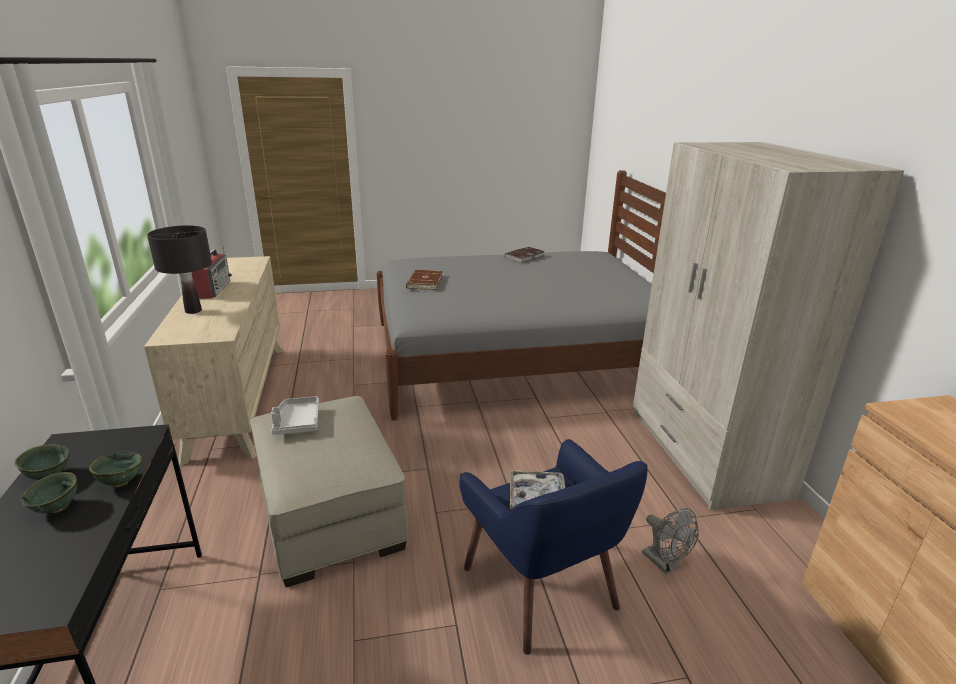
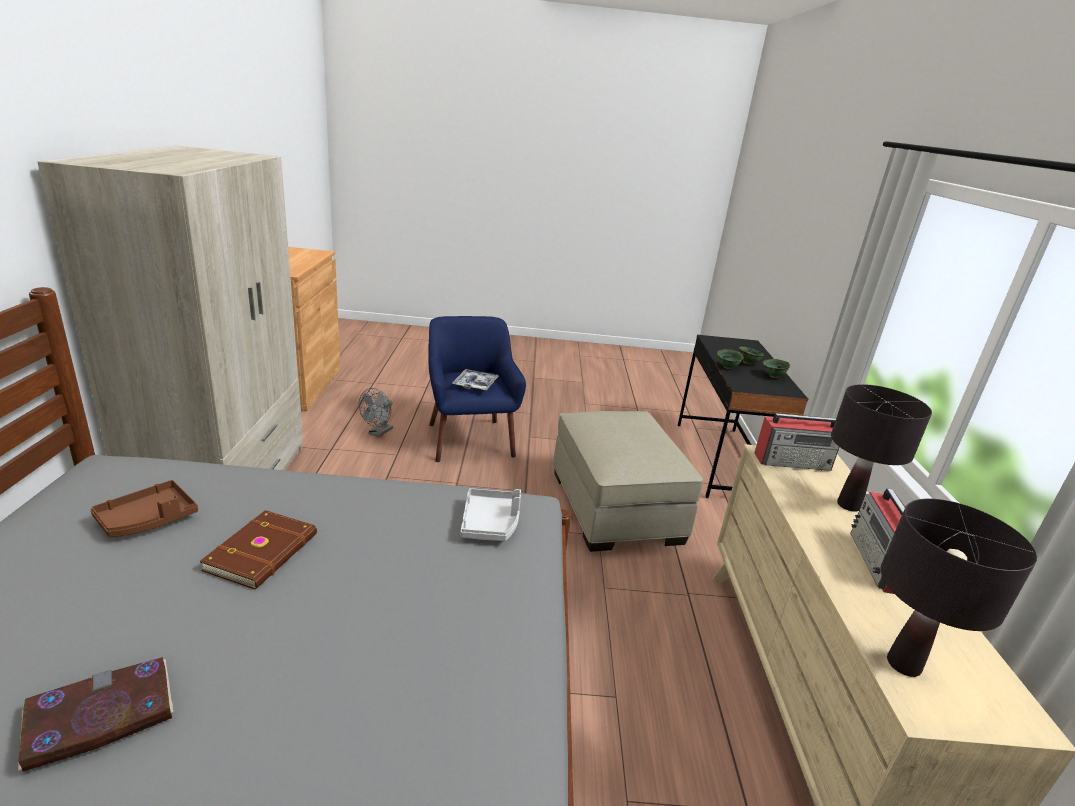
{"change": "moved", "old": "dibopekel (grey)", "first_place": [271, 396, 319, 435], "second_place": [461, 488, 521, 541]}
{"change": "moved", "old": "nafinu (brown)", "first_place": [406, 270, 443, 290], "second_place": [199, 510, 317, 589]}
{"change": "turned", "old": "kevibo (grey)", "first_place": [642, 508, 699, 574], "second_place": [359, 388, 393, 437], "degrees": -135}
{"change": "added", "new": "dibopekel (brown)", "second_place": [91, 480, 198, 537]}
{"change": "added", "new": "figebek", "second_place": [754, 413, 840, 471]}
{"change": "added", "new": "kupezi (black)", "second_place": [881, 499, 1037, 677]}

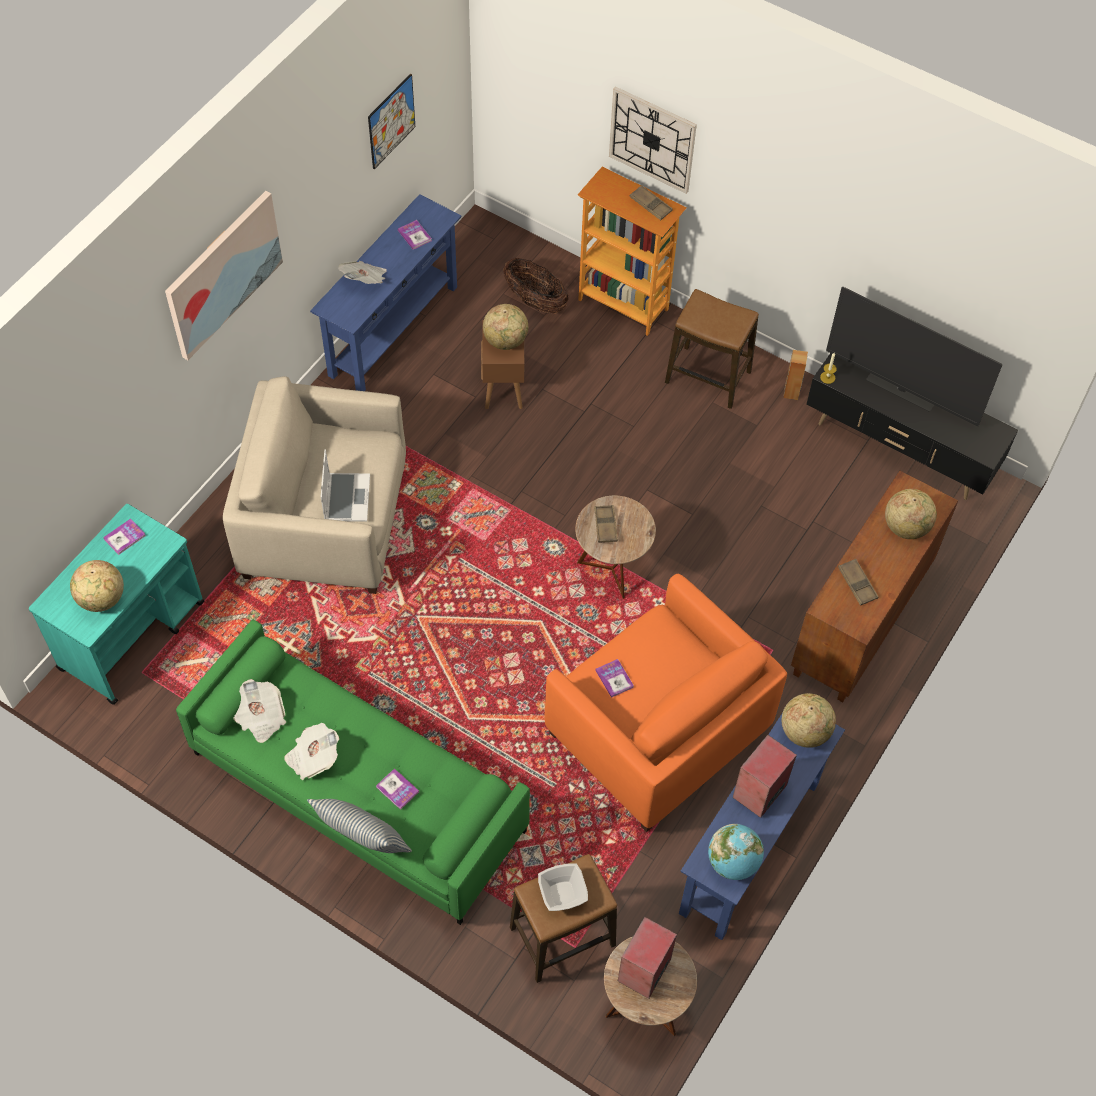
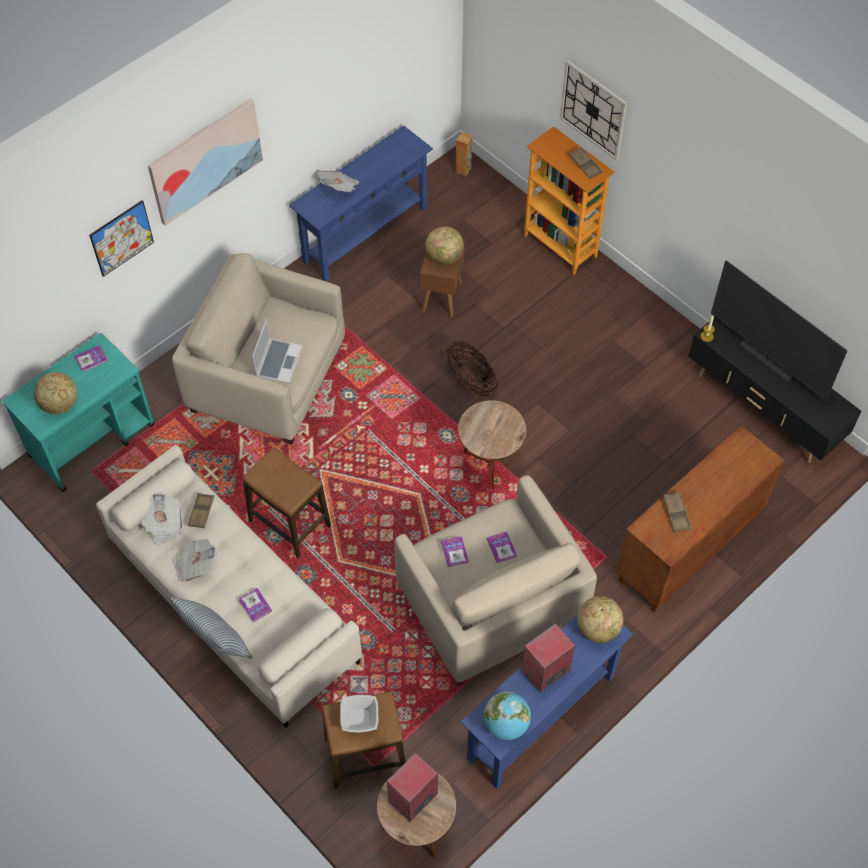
{"change": "recoloured", "old": "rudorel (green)", "new": "rudorel (beige)", "first_place": [176, 619, 530, 925], "second_place": [96, 445, 362, 727]}
{"change": "moved", "old": "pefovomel", "first_place": [368, 74, 415, 169], "second_place": [89, 200, 154, 277]}
{"change": "moved", "old": "nafinu", "first_place": [398, 220, 432, 250], "second_place": [487, 531, 517, 563]}
{"change": "moved", "old": "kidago", "first_place": [503, 258, 569, 314], "second_place": [447, 341, 498, 398]}
{"change": "recoloured", "old": "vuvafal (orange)", "new": "vuvafal (beige)", "first_place": [545, 574, 787, 832], "second_place": [395, 475, 597, 685]}
{"change": "moved", "old": "dibopekel (brown)", "first_place": [594, 505, 618, 543], "second_place": [188, 493, 214, 528]}
{"change": "moved", "old": "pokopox", "first_place": [665, 289, 759, 409], "second_place": [243, 447, 331, 559]}
{"change": "moved", "old": "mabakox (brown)", "first_place": [783, 350, 808, 400], "second_place": [456, 132, 472, 176]}
{"change": "removed", "old": "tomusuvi", "first_place": [885, 489, 937, 539]}

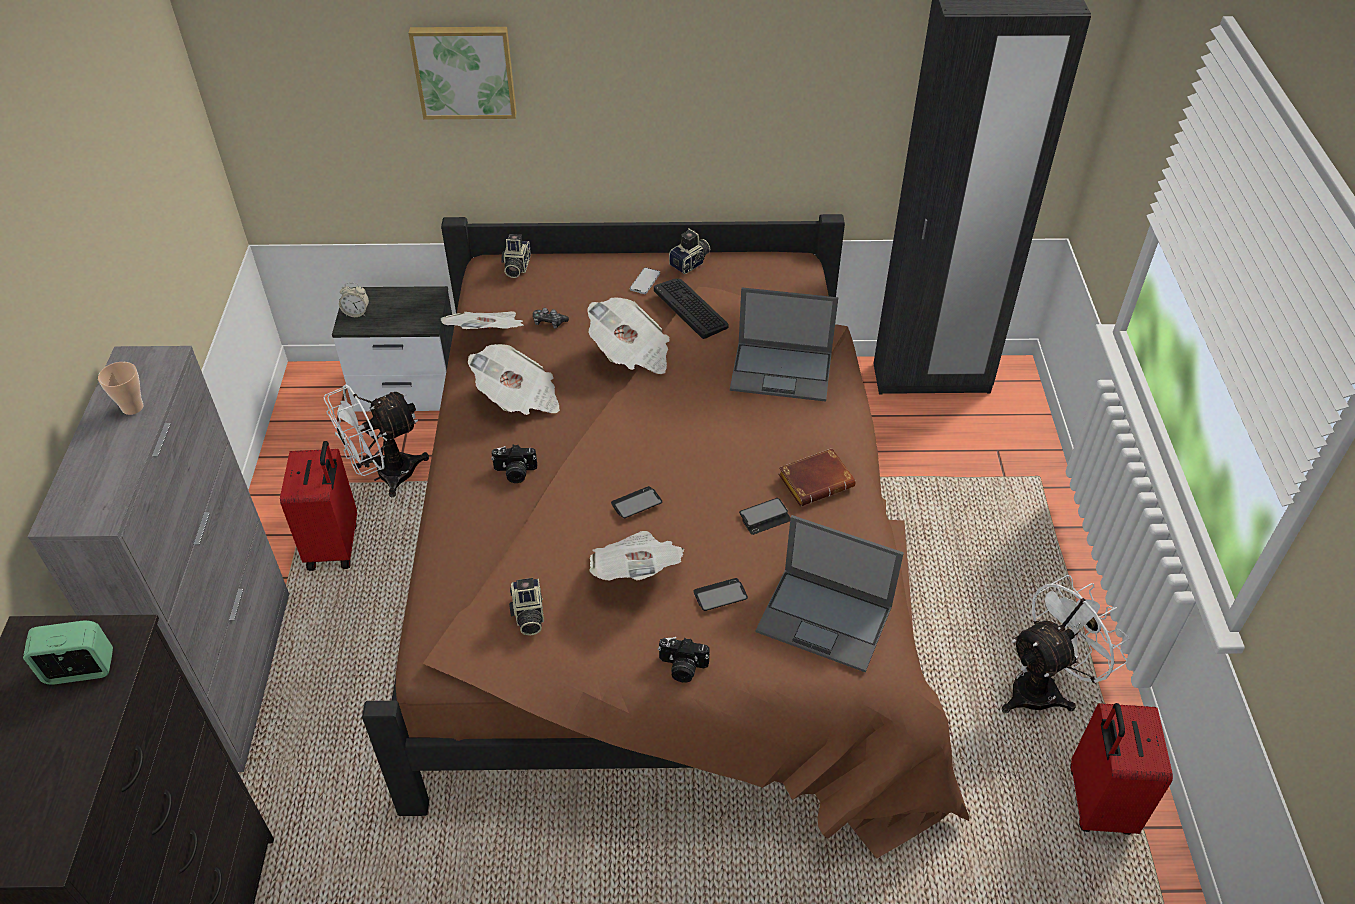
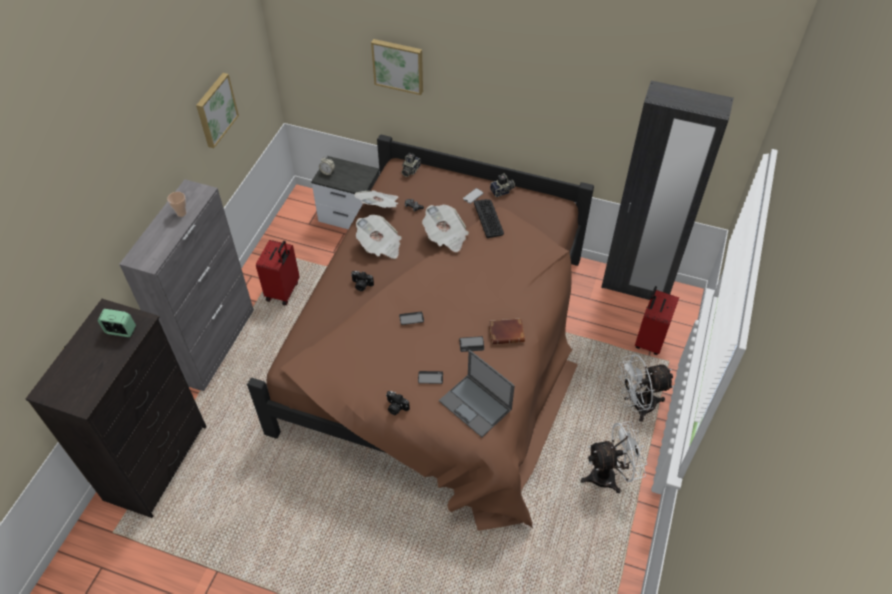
{"change": "moved", "old": "kevibo (white)", "first_place": [323, 384, 429, 497], "second_place": [618, 354, 674, 422]}
{"change": "removed", "old": "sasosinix", "first_place": [509, 578, 544, 636]}
{"change": "removed", "old": "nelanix", "first_place": [589, 531, 685, 581]}
{"change": "removed", "old": "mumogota", "first_place": [730, 287, 838, 401]}
{"change": "moved", "old": "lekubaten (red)", "first_place": [1070, 703, 1173, 835], "second_place": [635, 286, 679, 355]}
{"change": "added", "new": "pefovomel", "second_place": [196, 73, 239, 148]}

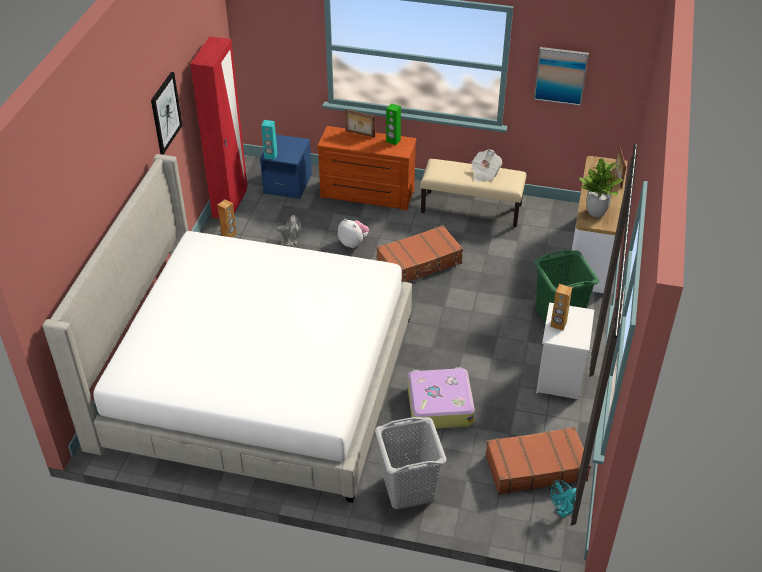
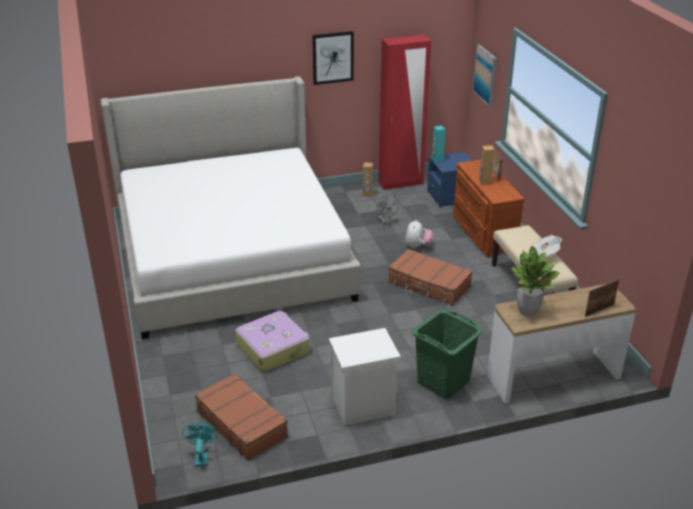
{"change": "removed", "old": "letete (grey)", "first_place": [375, 417, 447, 509]}
{"change": "removed", "old": "mabakox (green)", "first_place": [386, 103, 401, 145]}
{"change": "moved", "old": "pefovomel", "first_place": [534, 47, 589, 106], "second_place": [473, 44, 497, 106]}
{"change": "moved", "old": "mabakox (brown)", "first_place": [550, 284, 572, 331], "second_place": [479, 145, 494, 185]}
{"change": "turned", "old": "kevibo (turquoise)", "first_place": [551, 480, 577, 518], "second_place": [182, 422, 218, 467], "degrees": 60}

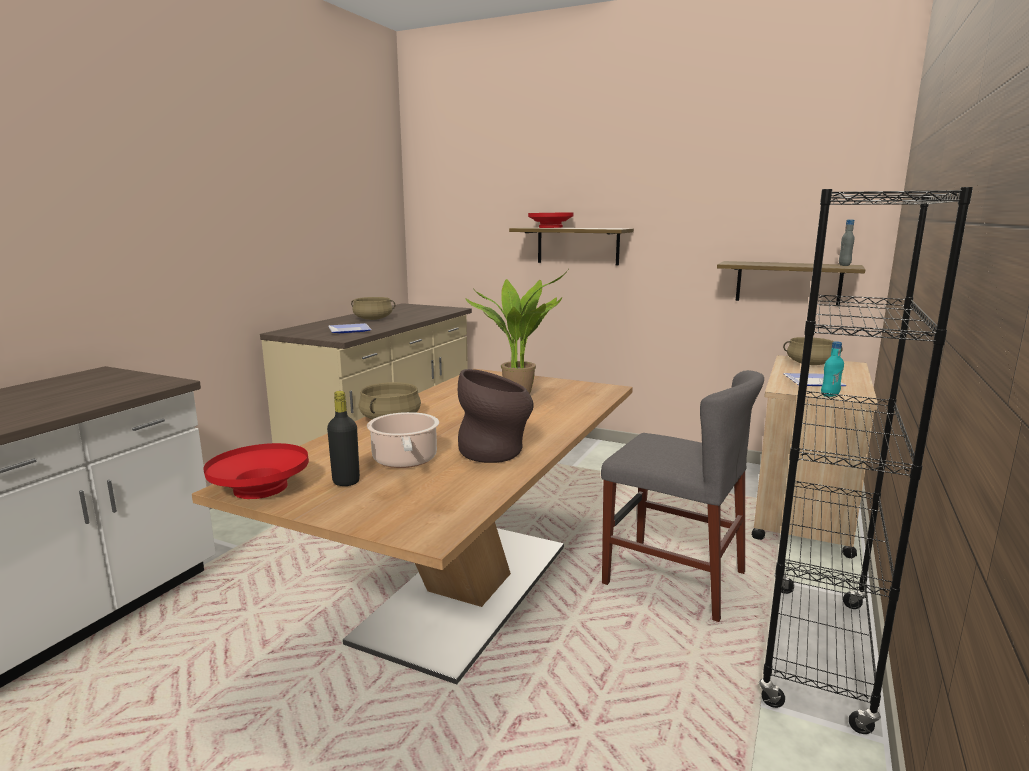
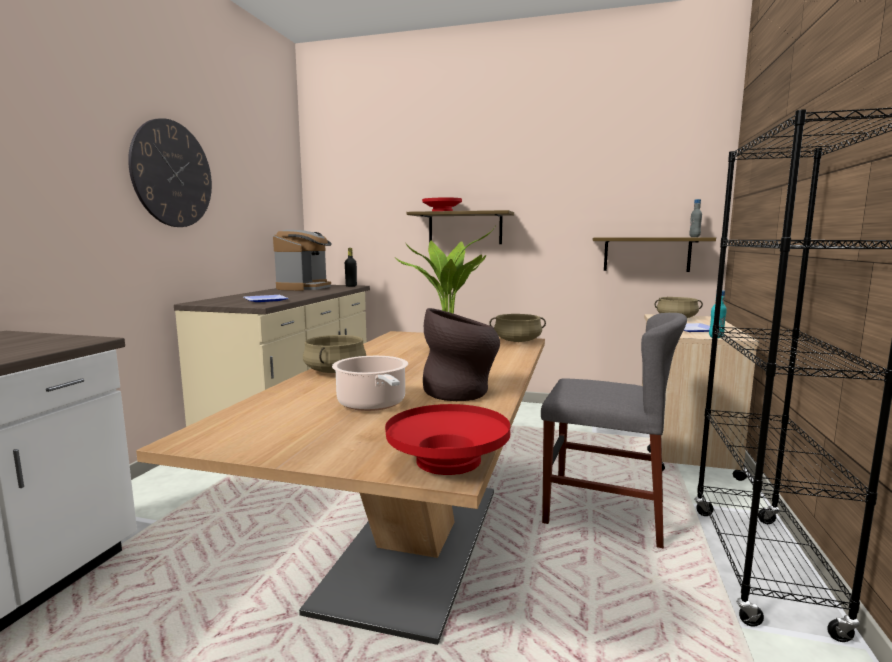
{"change": "moved", "old": "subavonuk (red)", "first_place": [203, 443, 309, 499], "second_place": [385, 404, 510, 475]}
{"change": "moved", "old": "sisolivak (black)", "first_place": [327, 391, 360, 486], "second_place": [345, 248, 357, 287]}
{"change": "moved", "old": "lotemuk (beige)", "first_place": [351, 297, 395, 320], "second_place": [489, 314, 546, 342]}
{"change": "added", "new": "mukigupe", "second_place": [128, 118, 212, 227]}
{"change": "added", "new": "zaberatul", "second_place": [273, 230, 332, 291]}

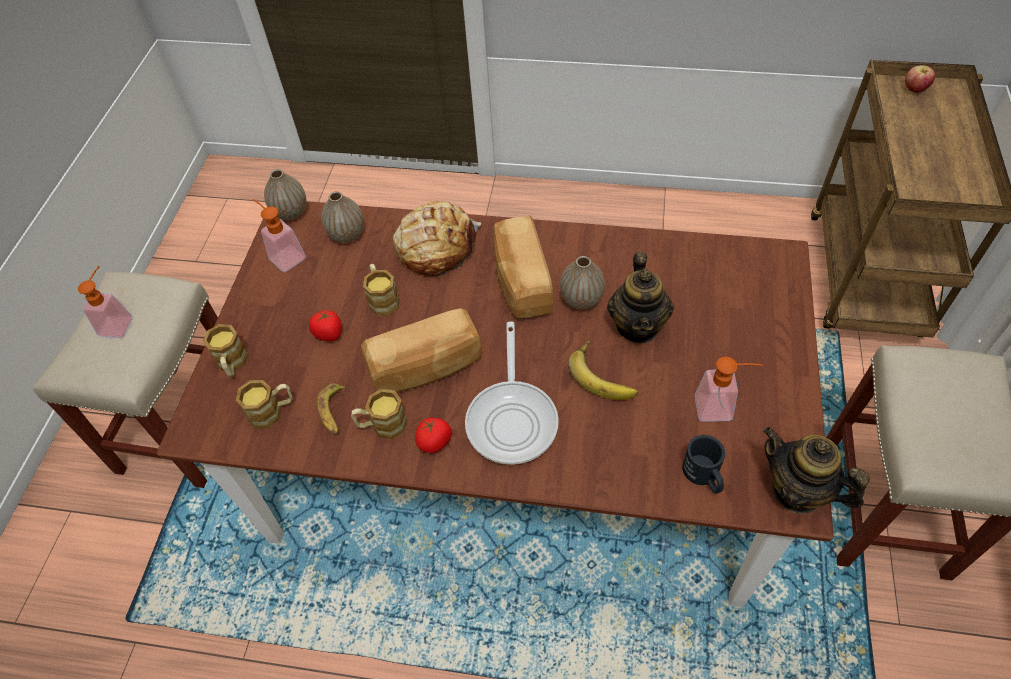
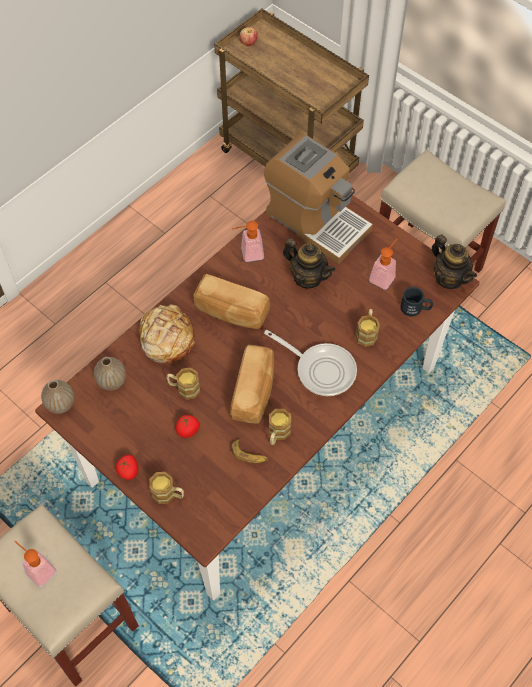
{"change": "moved", "old": "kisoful", "first_place": [236, 380, 293, 429], "second_place": [356, 309, 380, 347]}
{"change": "moved", "old": "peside", "first_place": [253, 199, 306, 272], "second_place": [232, 221, 264, 262]}
{"change": "moved", "old": "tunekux", "first_place": [415, 418, 452, 453], "second_place": [116, 455, 138, 480]}
{"change": "removed", "old": "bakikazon", "first_place": [560, 256, 605, 309]}
{"change": "removed", "old": "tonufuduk", "first_place": [568, 340, 638, 400]}
{"change": "turned", "old": "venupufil", "first_place": [763, 427, 870, 514], "second_place": [432, 235, 477, 289], "degrees": -105}
{"change": "added", "new": "zaberatul", "second_place": [264, 134, 373, 264]}

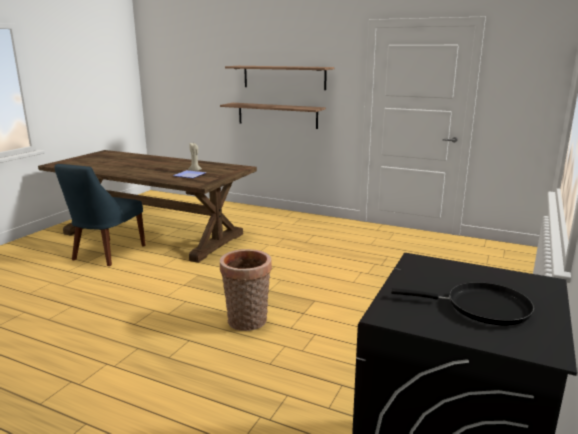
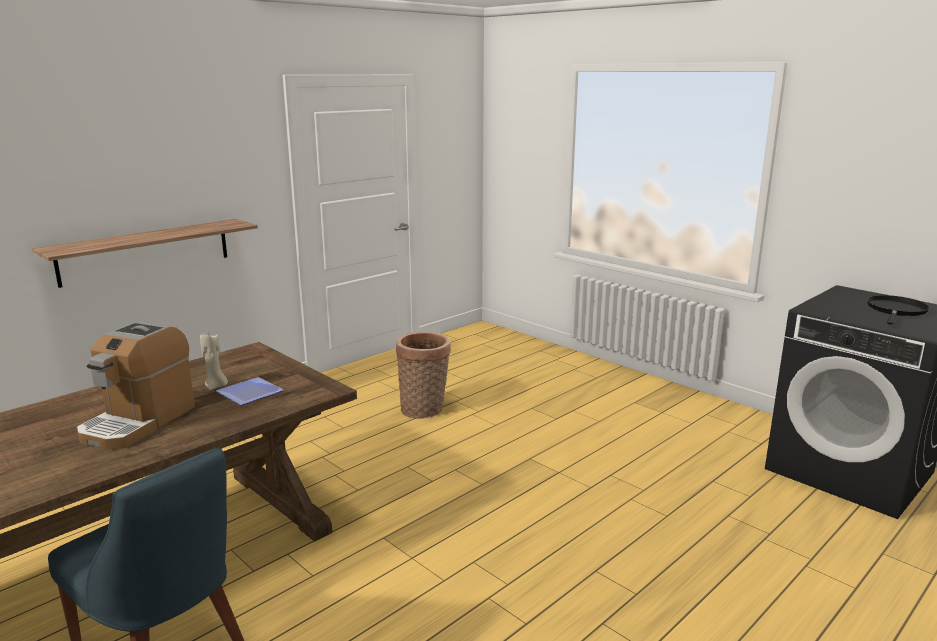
{"change": "moved", "old": "kidago", "first_place": [220, 249, 272, 331], "second_place": [396, 332, 451, 419]}
{"change": "removed", "old": "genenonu", "first_place": [225, 66, 335, 90]}
{"change": "added", "new": "zaberatul", "second_place": [77, 321, 195, 450]}

